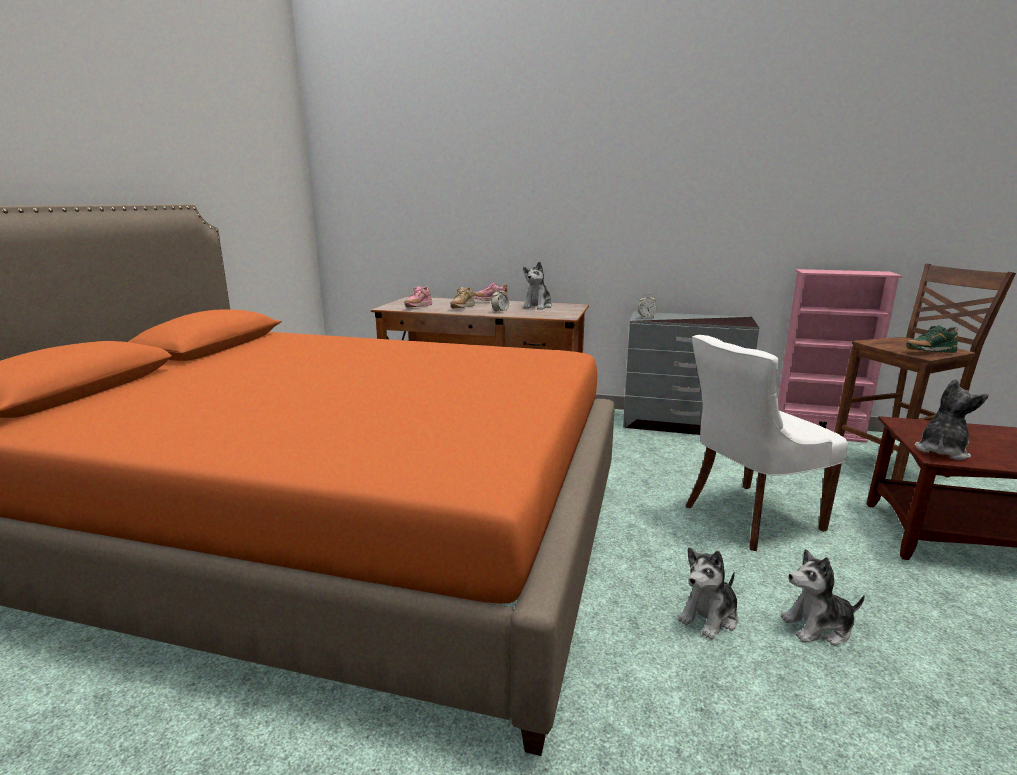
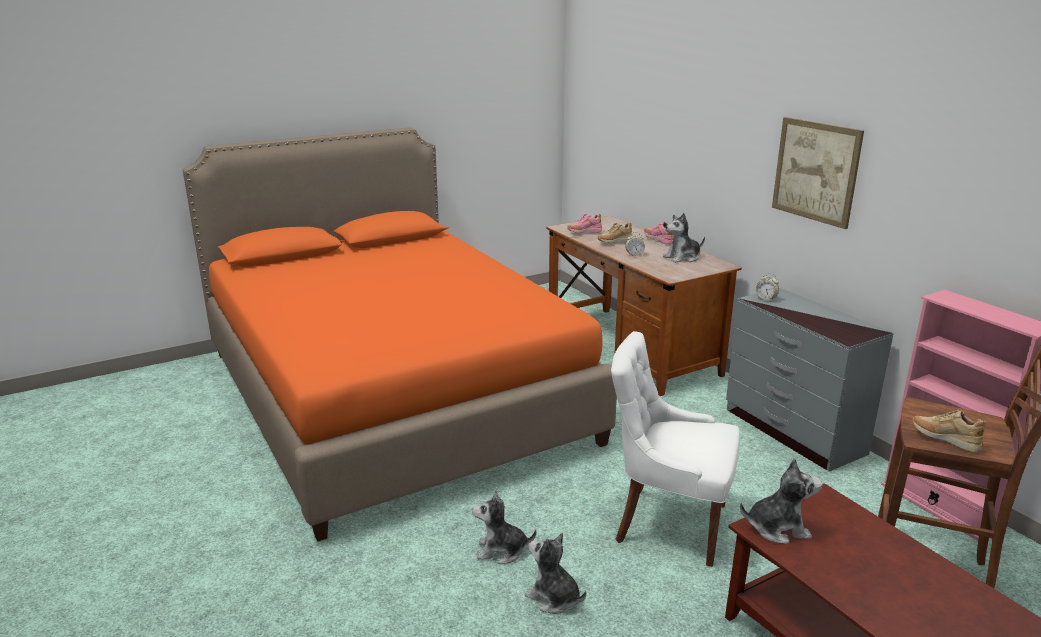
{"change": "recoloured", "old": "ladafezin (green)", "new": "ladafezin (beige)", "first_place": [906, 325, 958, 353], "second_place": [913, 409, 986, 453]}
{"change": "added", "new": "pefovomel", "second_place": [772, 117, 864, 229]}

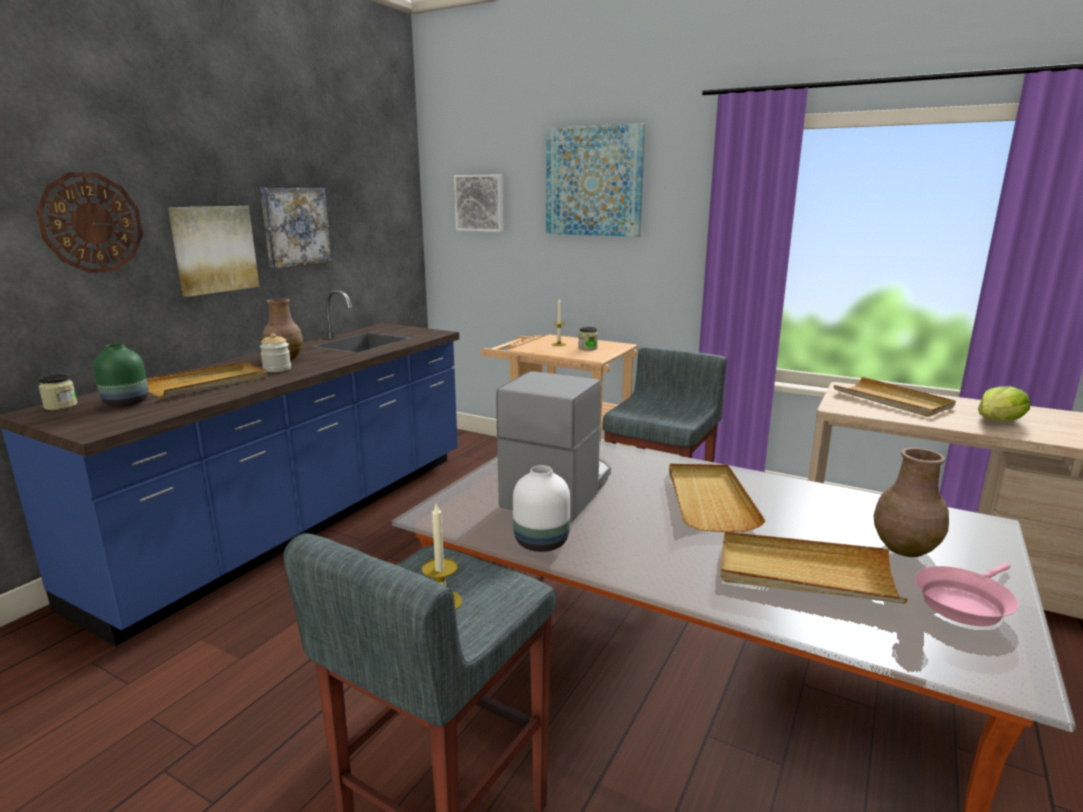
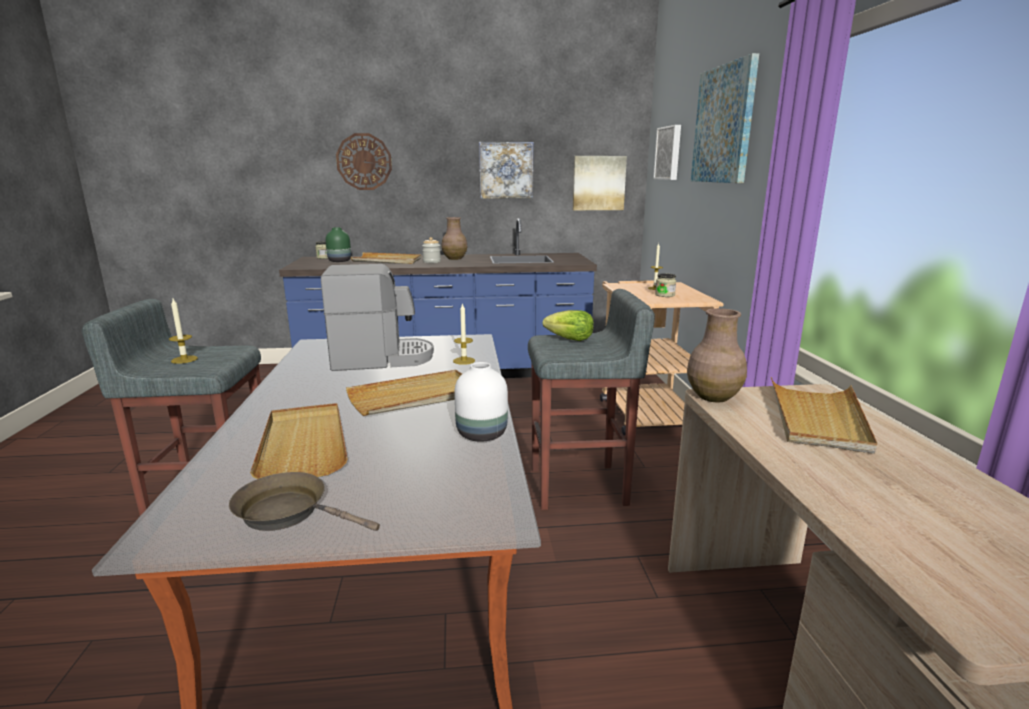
{"change": "moved", "old": "pefovomel", "first_place": [168, 206, 259, 297], "second_place": [573, 156, 627, 210]}
{"change": "moved", "old": "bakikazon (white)", "first_place": [513, 465, 570, 552], "second_place": [455, 362, 508, 442]}
{"change": "moved", "old": "bakikazon (brown)", "first_place": [873, 448, 949, 557], "second_place": [687, 308, 747, 402]}
{"change": "recoloured", "old": "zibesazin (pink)", "new": "zibesazin (brown)", "first_place": [915, 563, 1019, 626], "second_place": [229, 472, 380, 531]}
{"change": "moved", "old": "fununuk", "first_place": [978, 386, 1030, 421], "second_place": [543, 310, 594, 341]}
{"change": "added", "new": "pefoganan", "second_place": [453, 303, 475, 365]}

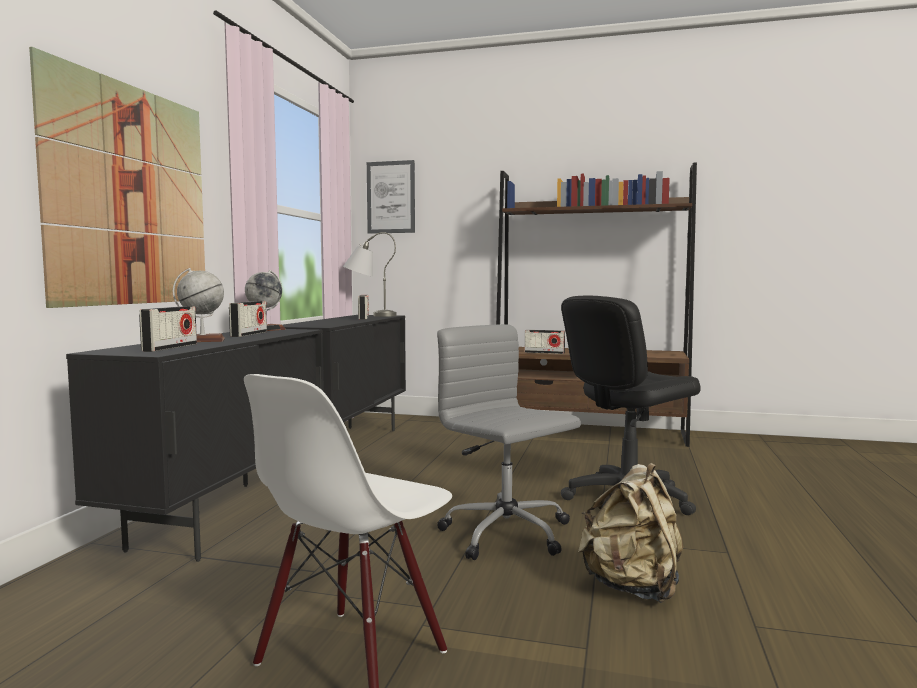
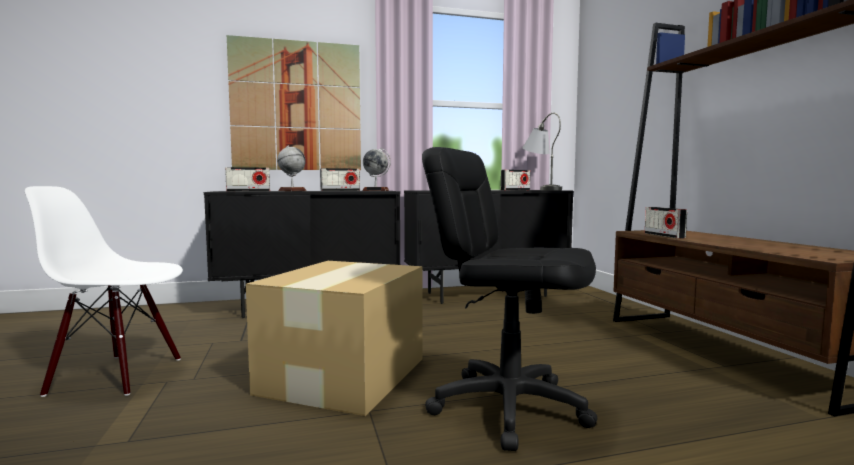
{"change": "removed", "old": "pefovomel", "first_place": [367, 160, 415, 234]}
{"change": "replaced", "old": "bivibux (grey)", "new": "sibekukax", "first_place": [437, 324, 581, 560], "second_place": [246, 261, 423, 416]}
{"change": "removed", "old": "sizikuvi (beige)", "first_place": [578, 463, 683, 603]}

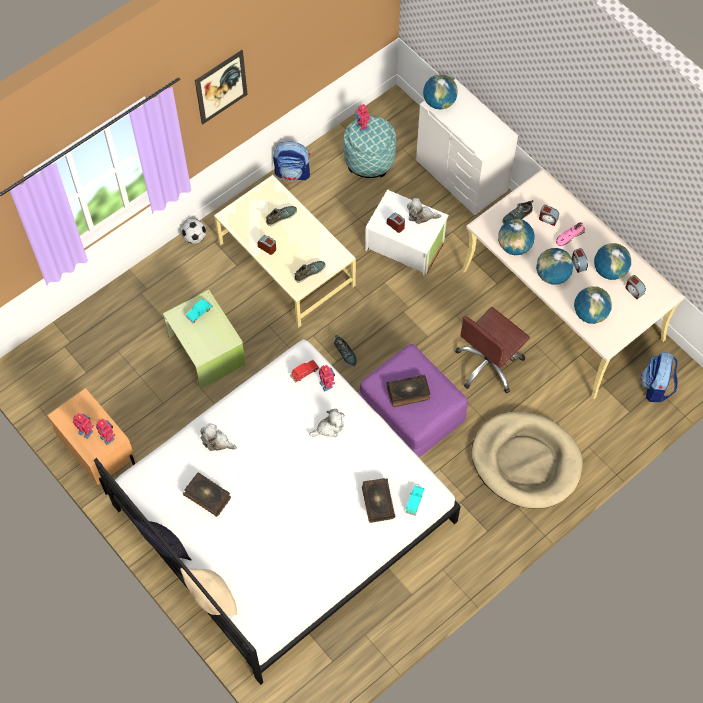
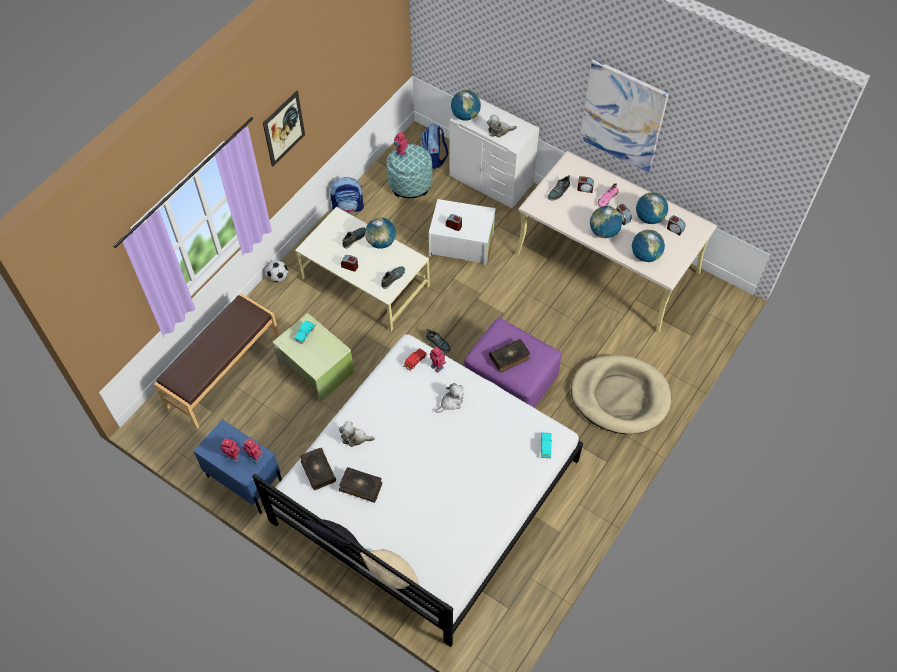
{"change": "recoloured", "old": "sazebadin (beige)", "new": "sazebadin (blue)", "first_place": [47, 388, 135, 495], "second_place": [193, 419, 282, 514]}
{"change": "moved", "old": "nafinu", "first_place": [362, 478, 395, 523], "second_place": [300, 448, 336, 491]}
{"change": "moved", "old": "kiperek", "first_place": [407, 198, 441, 224], "second_place": [487, 114, 517, 138]}
{"change": "removed", "old": "bivibux (brown)", "first_place": [455, 307, 530, 393]}
{"change": "moved", "old": "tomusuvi", "first_place": [498, 219, 535, 255], "second_place": [365, 218, 396, 249]}
{"change": "moved", "old": "sizikuvi", "first_place": [641, 351, 678, 402], "second_place": [420, 124, 448, 169]}
{"change": "added", "new": "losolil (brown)", "second_place": [154, 294, 280, 429]}
{"change": "added", "new": "pefovomel", "second_place": [580, 59, 669, 173]}

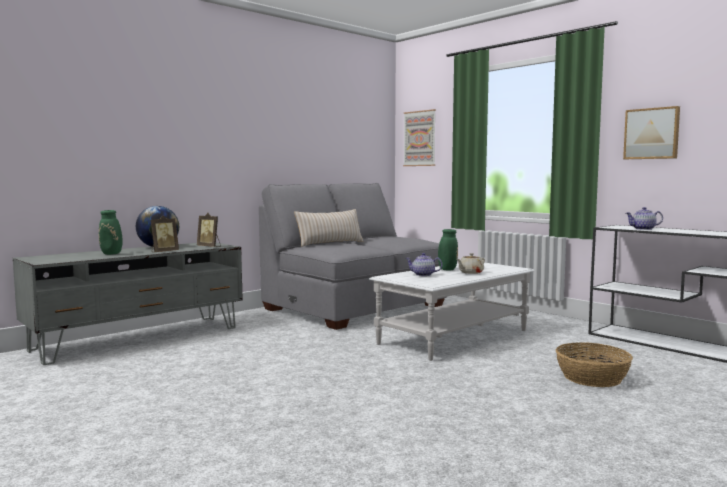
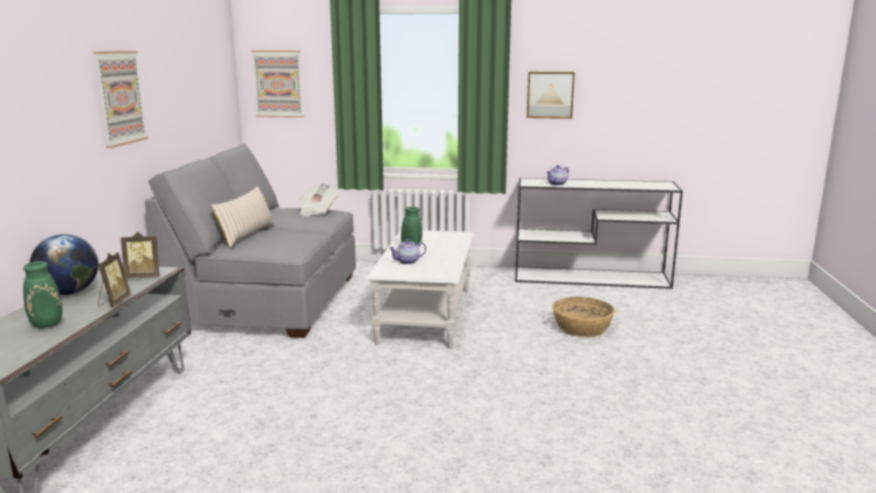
{"change": "removed", "old": "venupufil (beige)", "first_place": [457, 253, 485, 274]}
{"change": "added", "new": "pefovomel", "second_place": [93, 51, 148, 148]}
{"change": "added", "new": "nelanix", "second_place": [298, 184, 339, 216]}

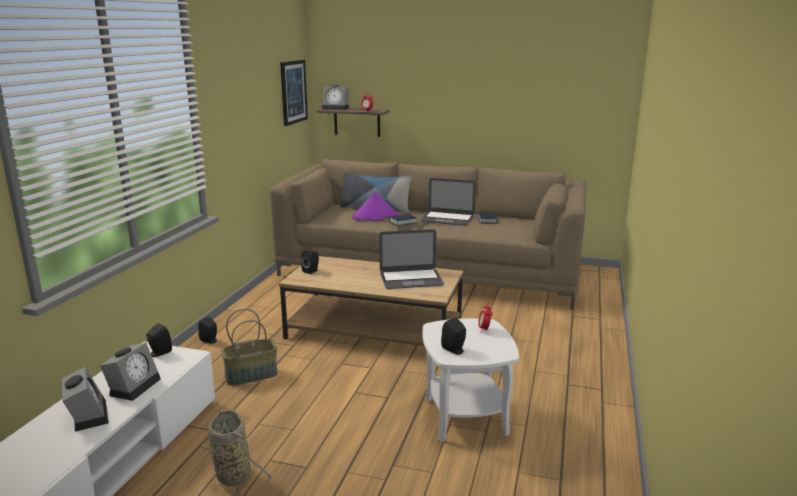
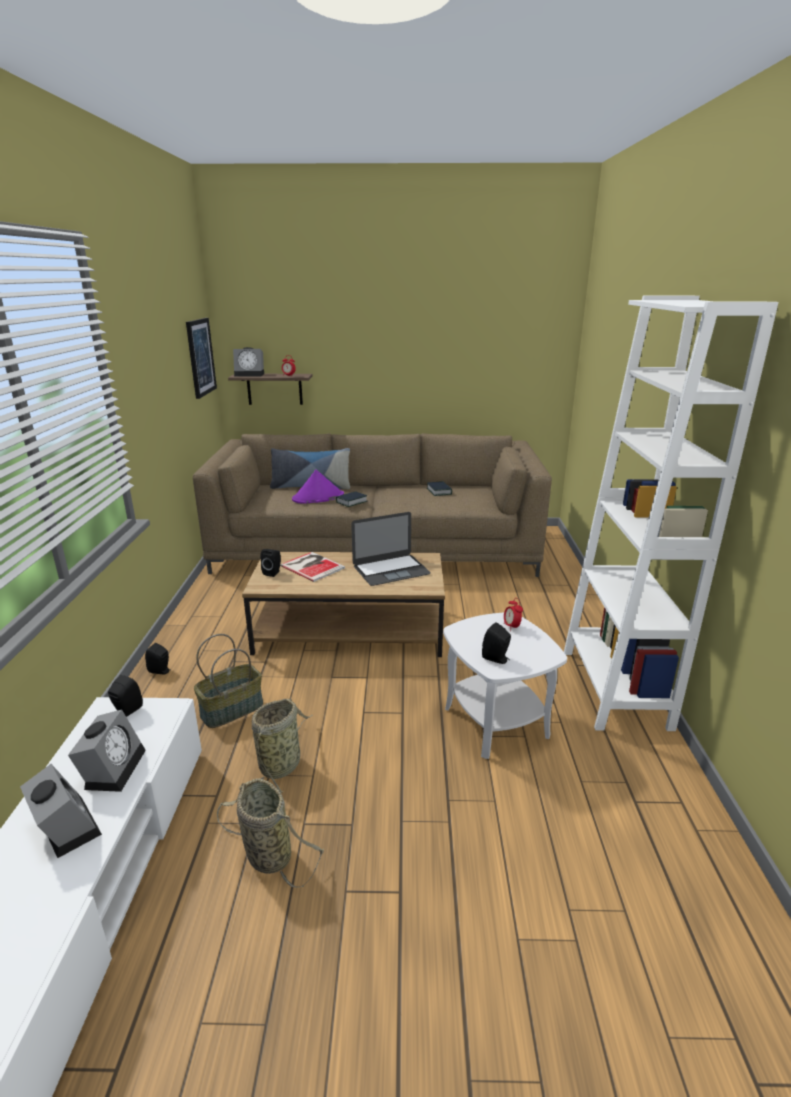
{"change": "removed", "old": "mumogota", "first_place": [420, 178, 476, 226]}
{"change": "added", "new": "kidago", "second_place": [252, 699, 313, 793]}
{"change": "added", "new": "nafinu", "second_place": [280, 552, 345, 582]}
{"change": "added", "new": "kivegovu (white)", "second_place": [564, 296, 778, 731]}

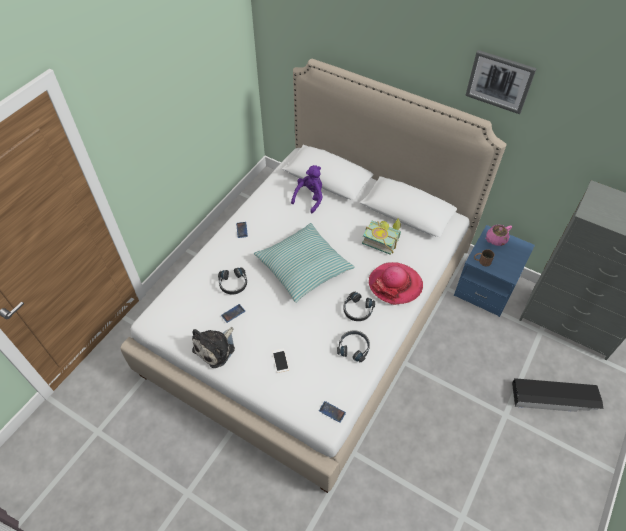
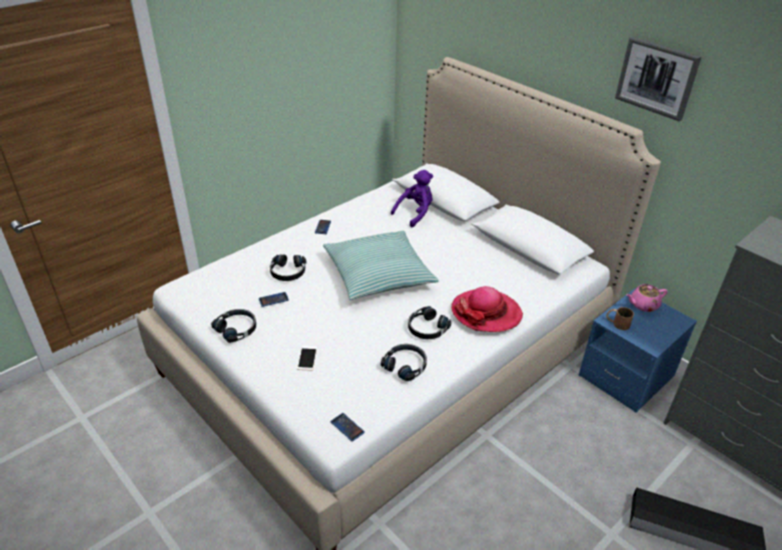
{"change": "replaced", "old": "kiperek", "new": "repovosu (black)", "first_place": [192, 327, 235, 368], "second_place": [211, 309, 256, 343]}
{"change": "removed", "old": "nafinu", "first_place": [362, 218, 401, 254]}

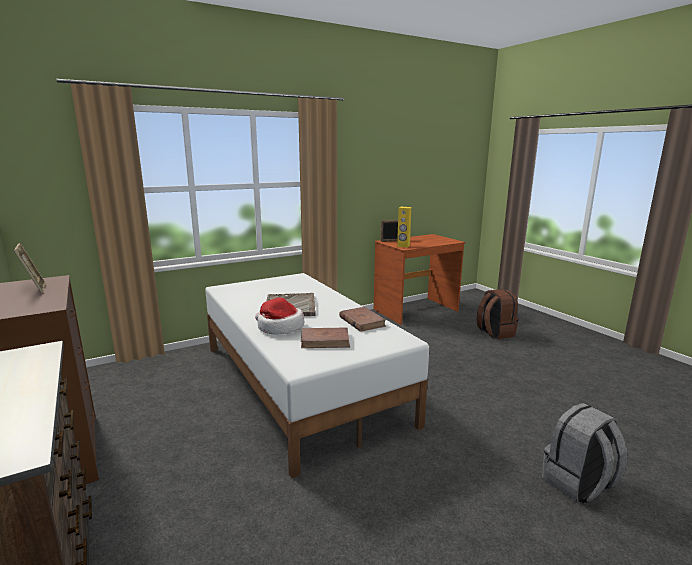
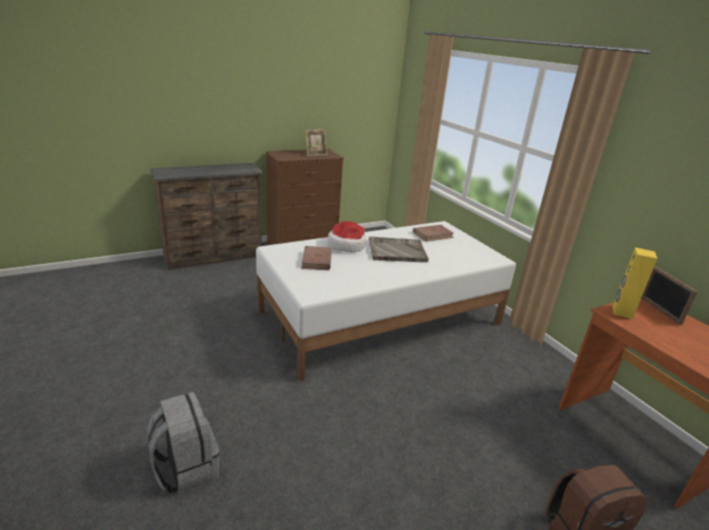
{"change": "moved", "old": "nafinu (brown)", "first_place": [339, 307, 386, 332], "second_place": [413, 225, 454, 242]}

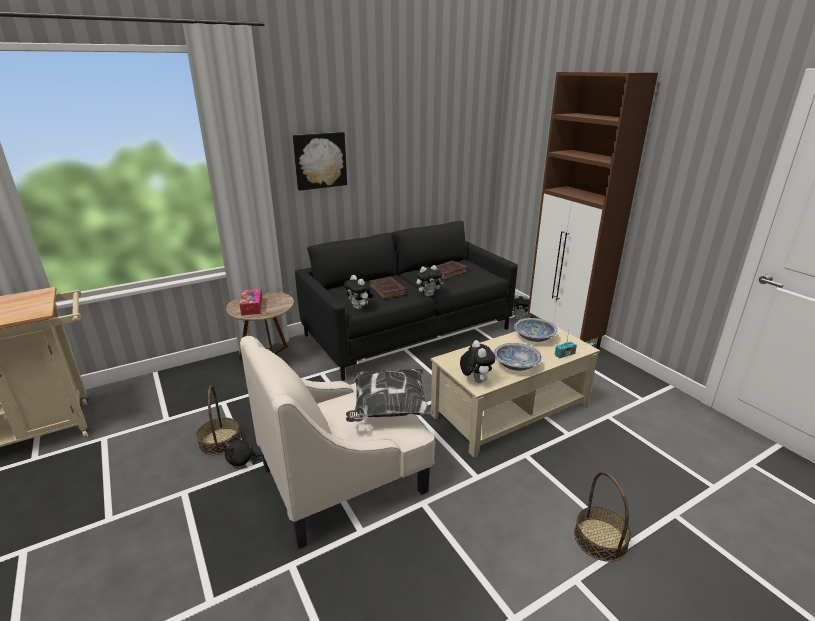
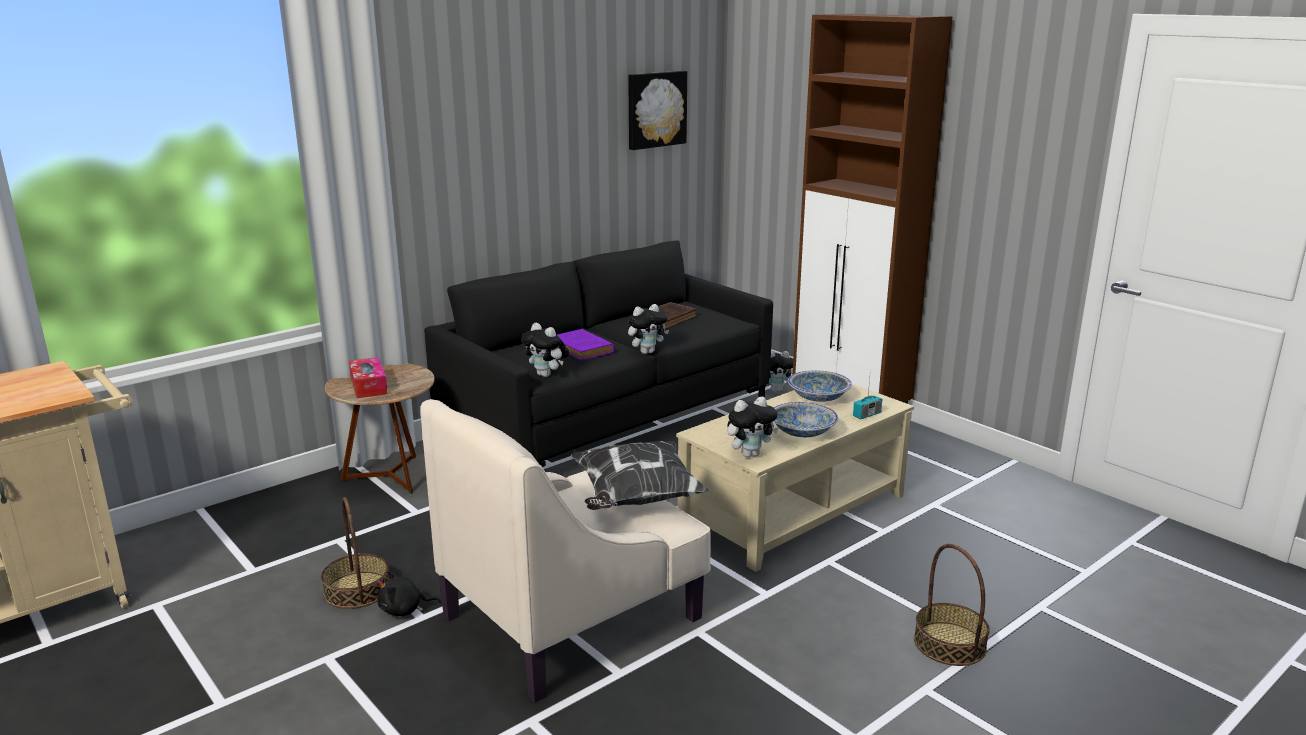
{"change": "moved", "old": "pefovomel", "first_place": [293, 132, 347, 191], "second_place": [628, 71, 687, 150]}
{"change": "recoloured", "old": "nafinu (brown)", "new": "nafinu (purple)", "first_place": [370, 277, 407, 299], "second_place": [557, 329, 614, 360]}
{"change": "turned", "old": "kiperek", "first_place": [460, 340, 495, 383], "second_place": [727, 397, 778, 457], "degrees": 90}

